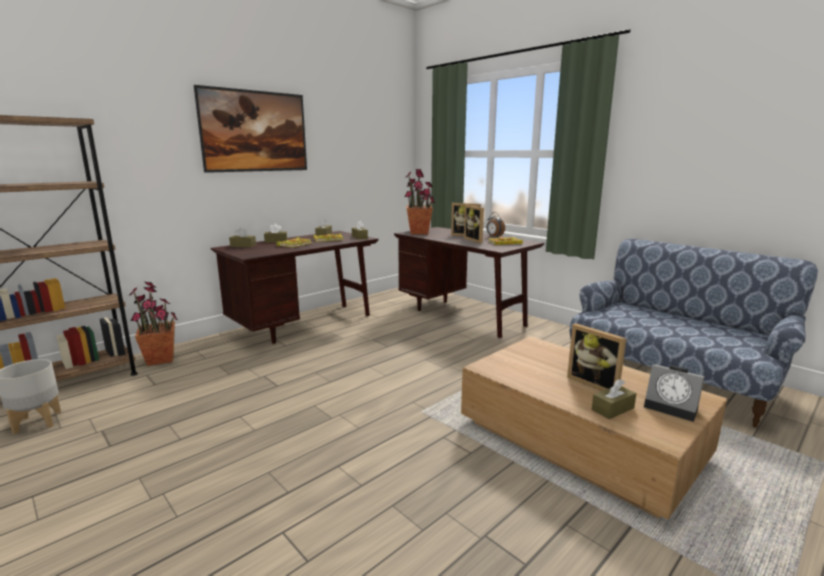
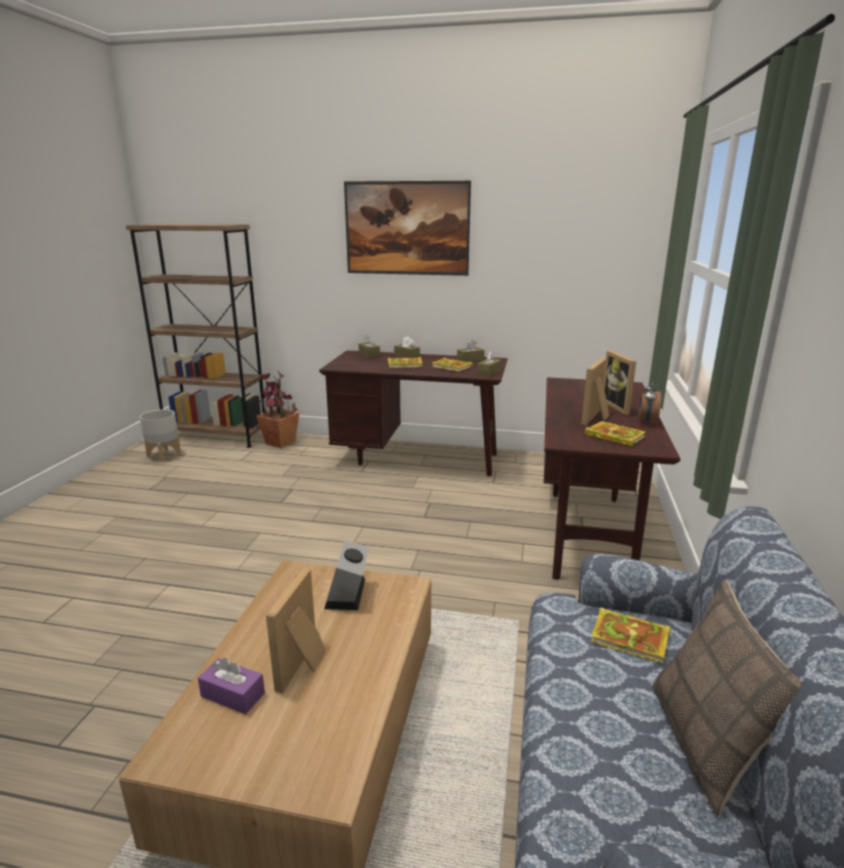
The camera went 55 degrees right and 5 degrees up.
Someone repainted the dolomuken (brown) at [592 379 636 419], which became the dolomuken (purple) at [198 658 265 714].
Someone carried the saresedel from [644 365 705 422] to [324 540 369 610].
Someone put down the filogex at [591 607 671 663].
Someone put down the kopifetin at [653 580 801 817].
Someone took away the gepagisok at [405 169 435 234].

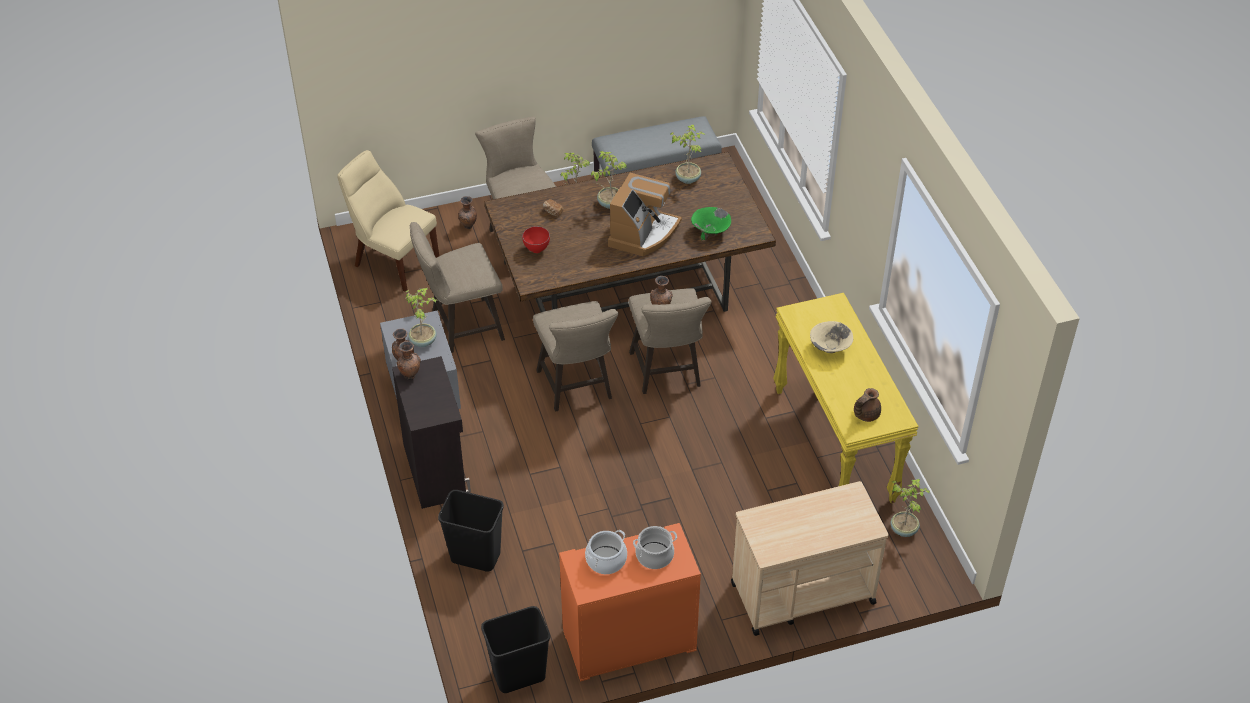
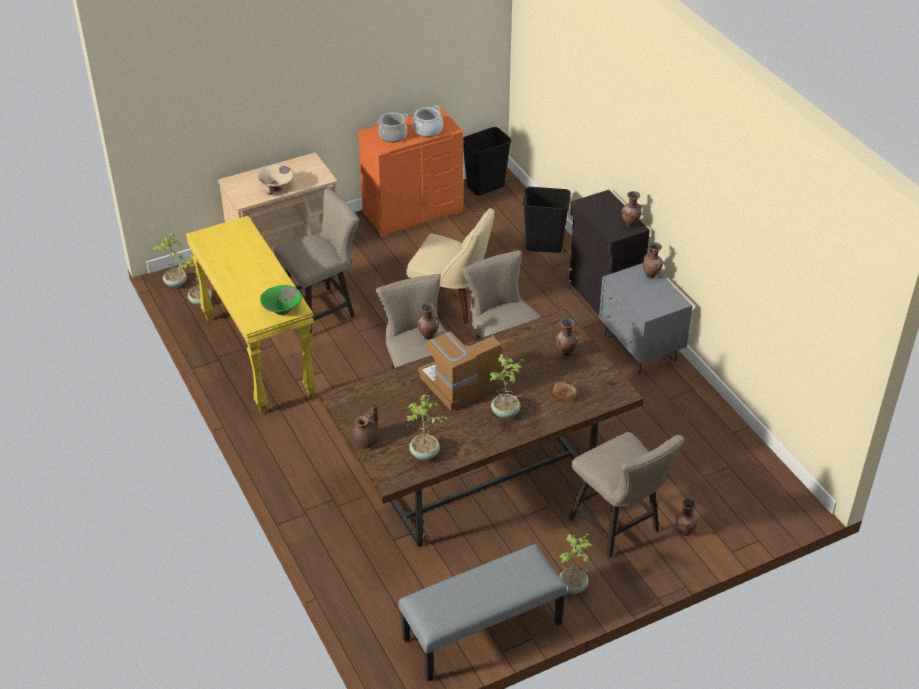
The camera went 170 degrees right and 5 degrees down.
Someone carried the gepagisok from [406 288 438 347] to [153 233 187 288].
Someone carried the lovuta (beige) from [810 321 853 353] to [257 165 294 195].
Someone carried the lovuta (green) from [691 207 731 242] to [260 285 302 315].
Someone carried the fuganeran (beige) from [410 222 505 353] to [274 188 359 334].
Someone carried the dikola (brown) from [854 388 881 422] to [351 402 378 448].
Someone carried the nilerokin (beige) from [337 150 439 292] to [407 208 495 324].
Someone rotated the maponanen at [608 173 682 256] by 45 degrees clockwise.
Someone swapped the lovuta (red) at [522 226 550 253] for the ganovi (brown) at [555 318 578 356].

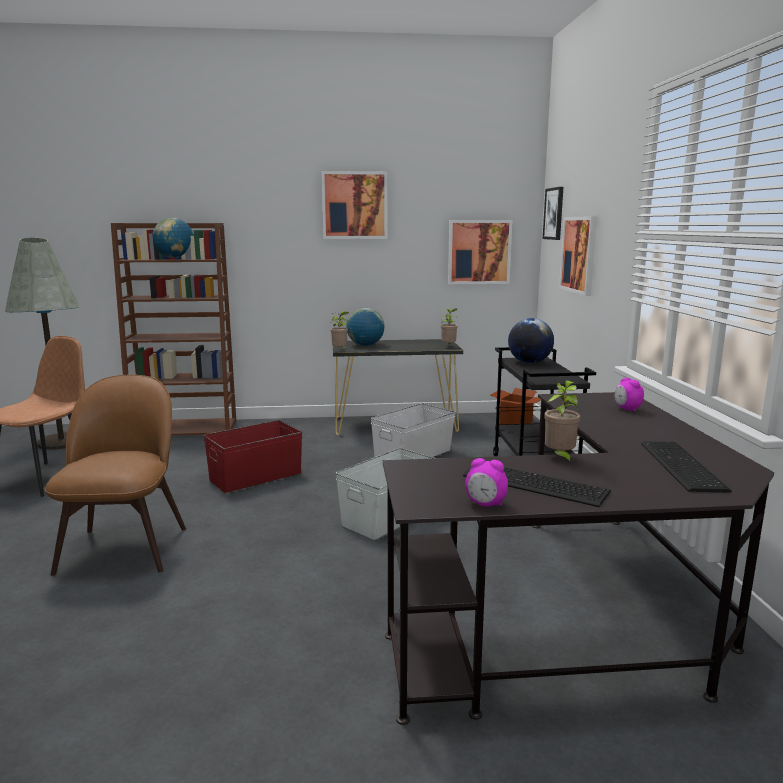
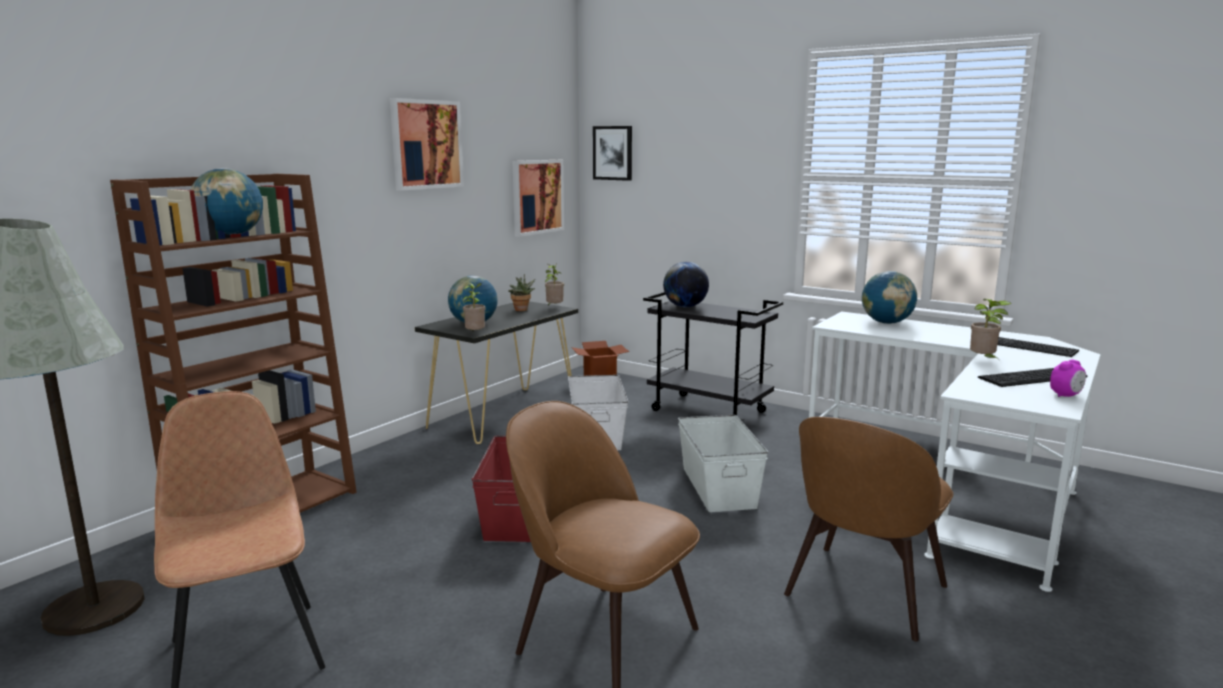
The camera went 50 degrees left and 0 degrees up.
Someone put down the gepagisok at [508 274 535 311].
Someone put down the nilerokin (brown) at [784 417 953 642].
Someone repainted the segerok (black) at [383 392 774 725], which became the segerok (white) at [809 311 1101 592].
Someone swapped the saresedel at [615 378 644 412] for the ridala at [862 271 917 324].
Someone took away the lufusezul at [559 216 597 296].

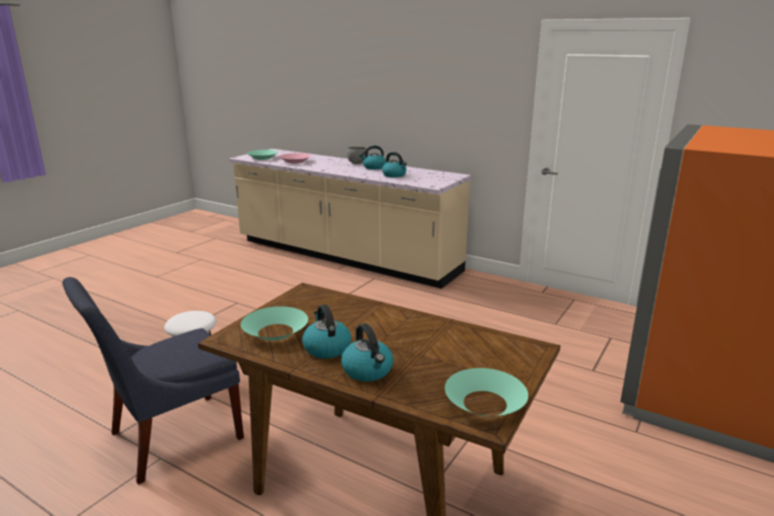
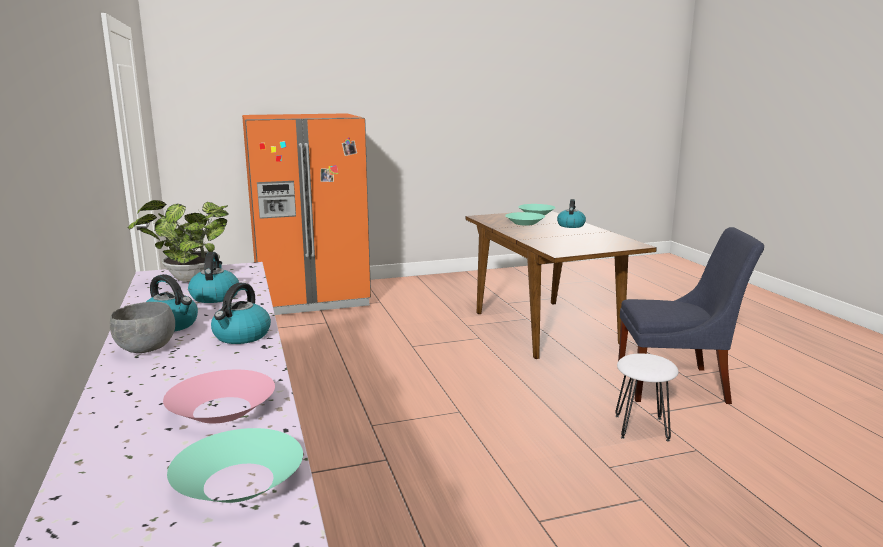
The camera went 140 degrees left and 5 degrees down.
Someone put down the gepagisok at [128 200 229 282].
Someone carried the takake from [302 305 351 359] to [211 283 271 344].
Someone carried the lovuta (turquoise) from [241 306 308 341] to [505 212 545 225].

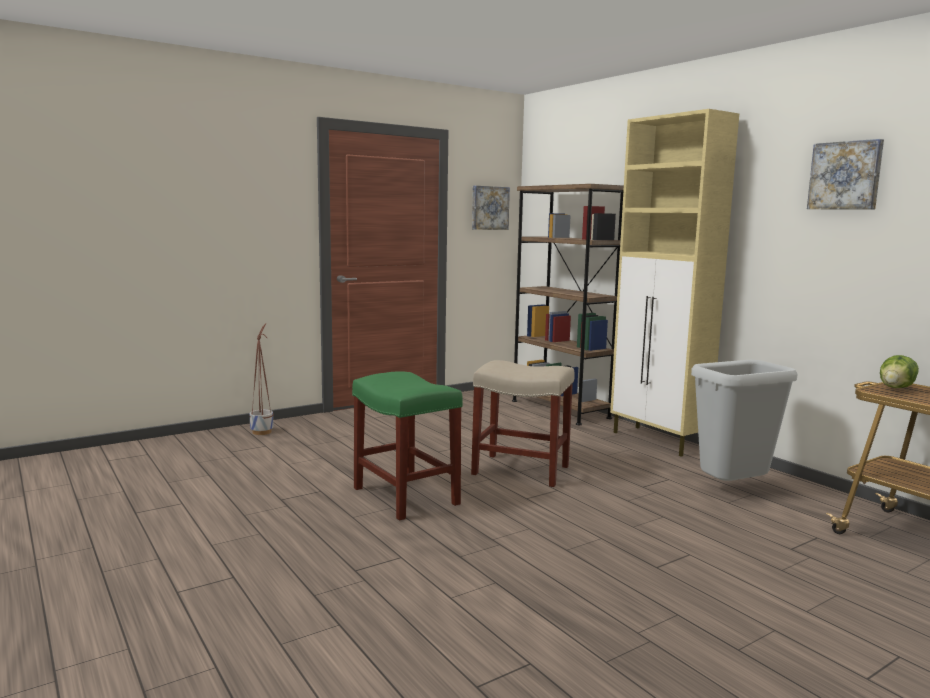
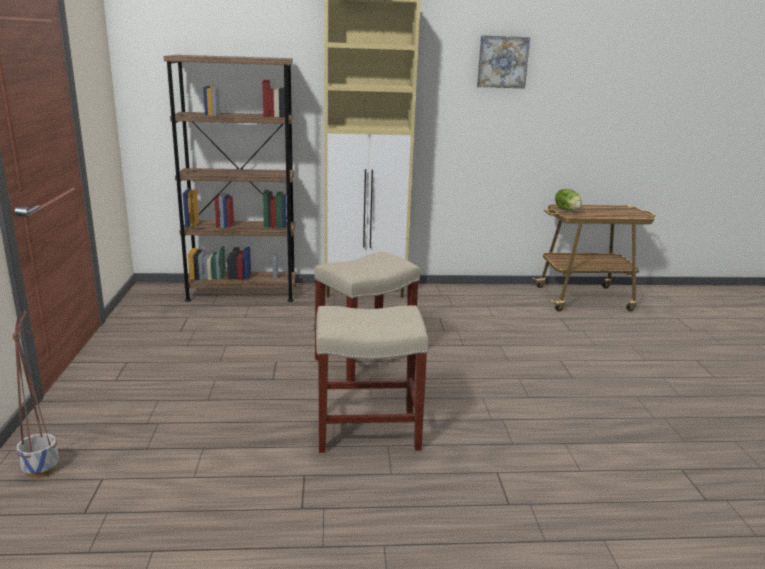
The camera went 60 degrees left and 10 degrees up.
Someone repainted the fuganeran (green) at [352 371 463 521], which became the fuganeran (beige) at [316 305 429 453].
Someone took away the lufusezul at [472 186 510 230].
Someone took away the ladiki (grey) at [691 360 798 481].

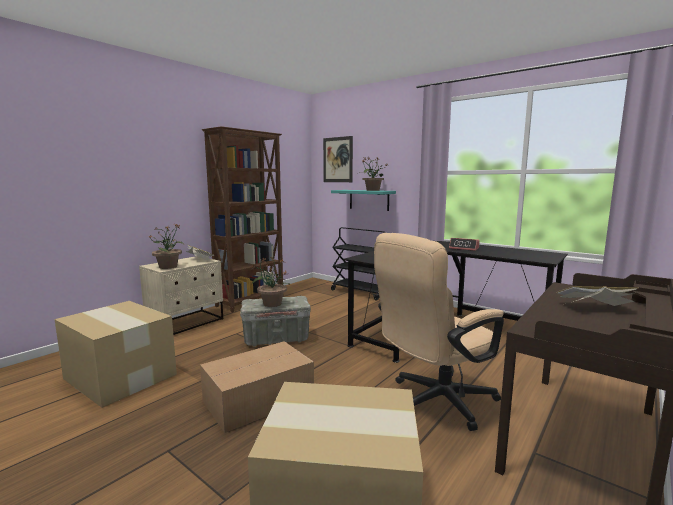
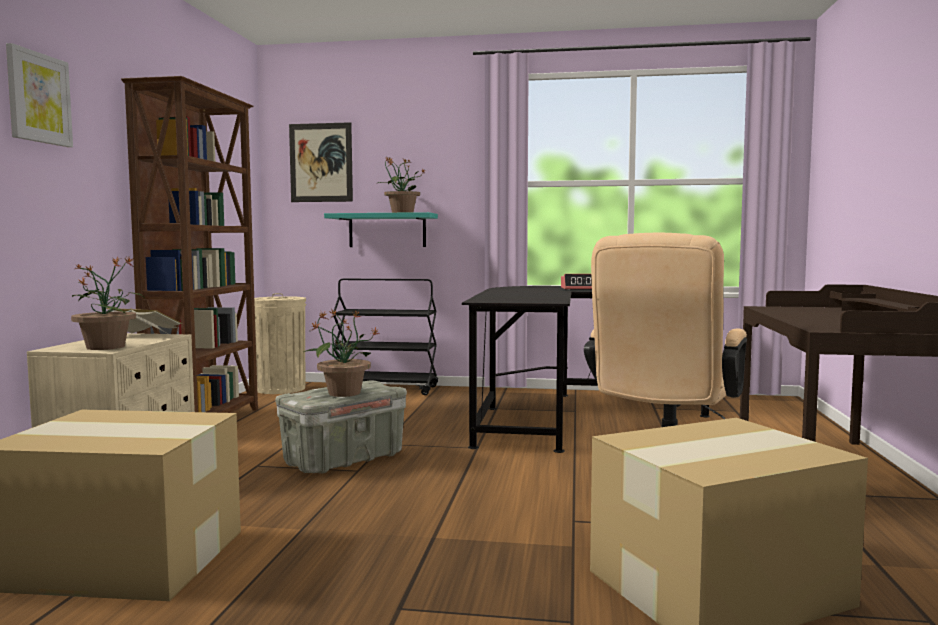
The camera went 30 degrees left and 5 degrees down.
Someone put up the lufusezul at [6 43 73 147].
Someone put down the ladiki (beige) at [254 293 306 394].
Someone took away the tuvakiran at [200 341 314 433].
Someone took away the filogex at [556 286 638 306].

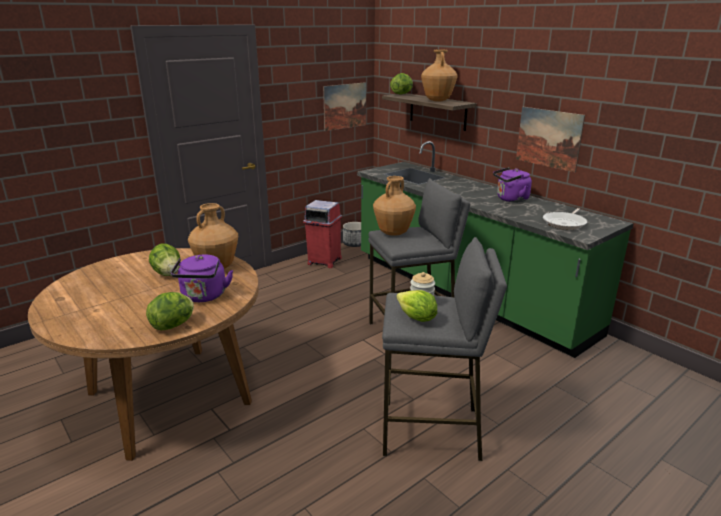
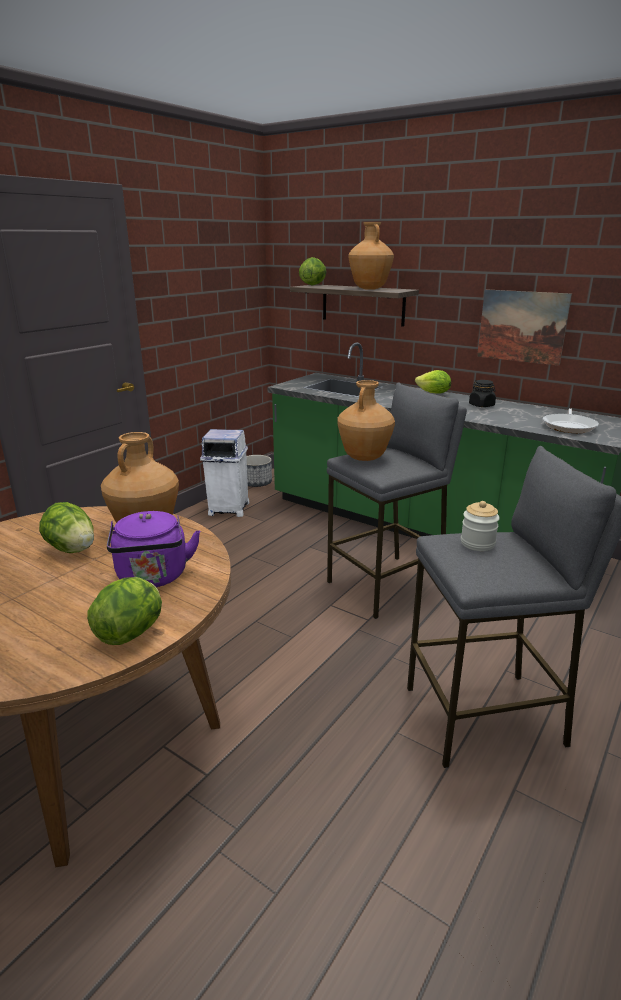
The camera went 15 degrees left and 0 degrees up.
Someone repainted the ladiki (red) at [303 200 342 268], which became the ladiki (white) at [200 429 250 517].
Someone carried the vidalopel from [396 290 437 322] to [415 370 451 394].
Someone swapped the takake (purple) at [493 167 532 202] for the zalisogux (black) at [469 380 496 407].
Someone took away the lufusezul at [323 82 366 131].

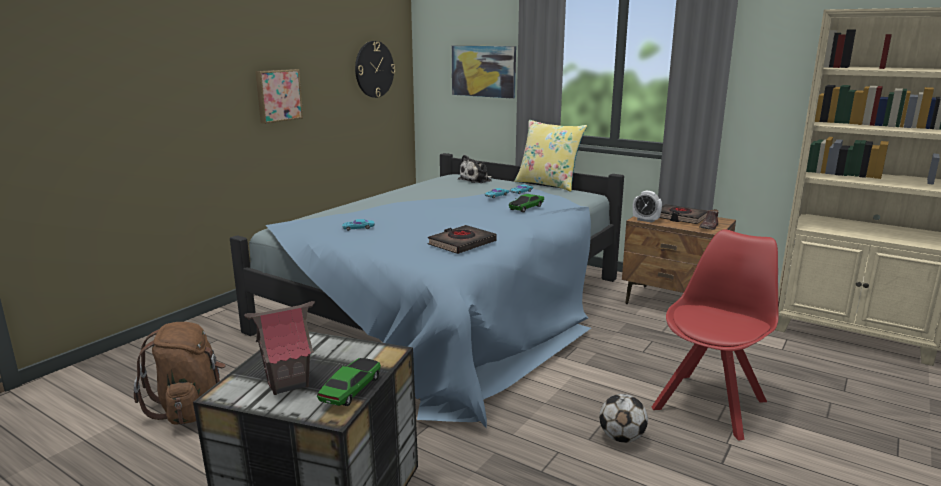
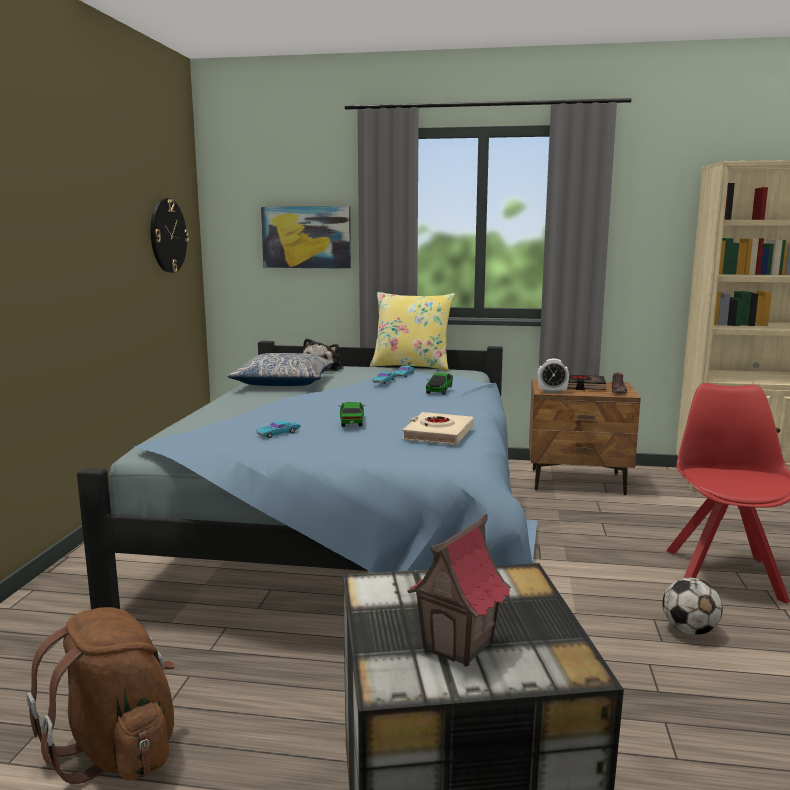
The camera went 25 degrees left and 5 degrees down.
Someone put down the kopifetin at [227 353 334 386].
Someone carried the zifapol from [317 358 381 406] to [338 402 366 427].
Someone repainted the filogex (black) at [428 225 497 254], which became the filogex (beige) at [402 412 474 445].
Someone took away the lufusezul at [255 69 303 124].

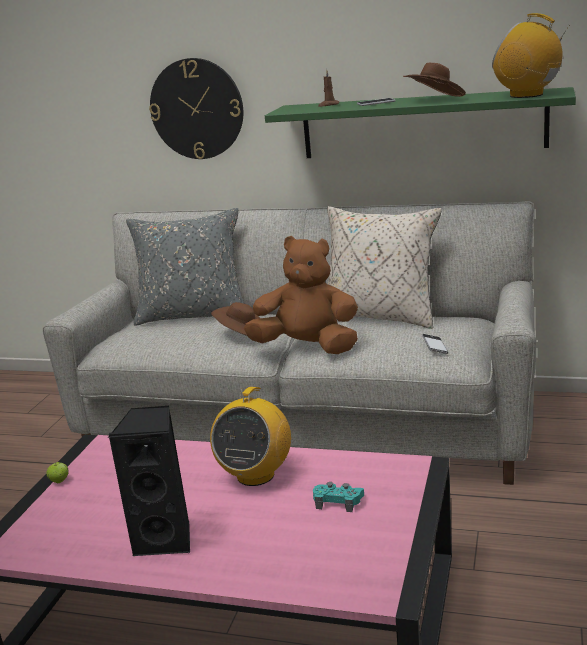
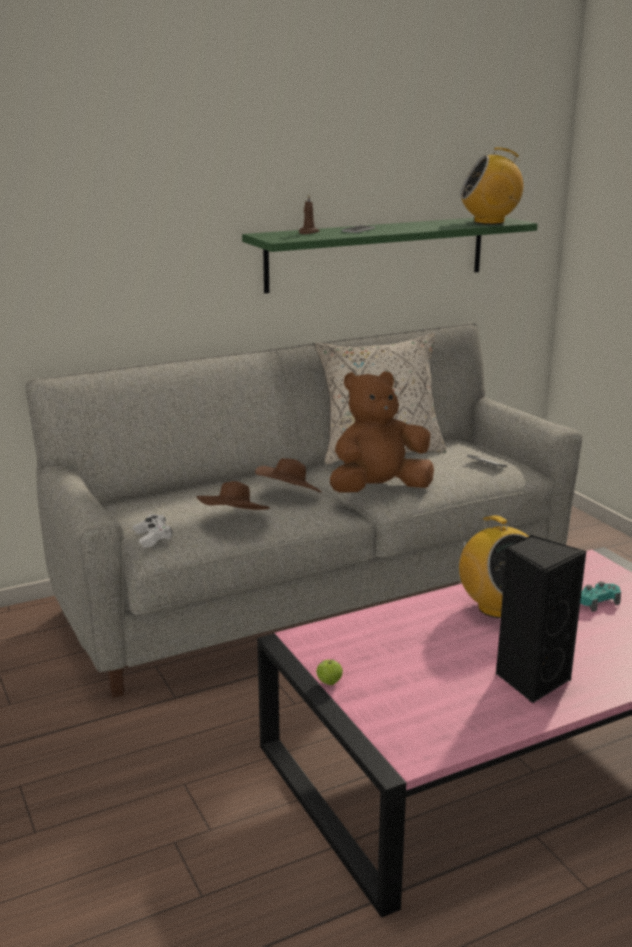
The camera went 45 degrees left and 0 degrees up.
Someone put down the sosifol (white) at [133 514 172 548].
Someone carried the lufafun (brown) from [403 63 466 97] to [197 481 270 510].
Someone took away the kopifetin (grey) at [126 208 244 326].
Someone took away the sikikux at [149 58 243 159].

